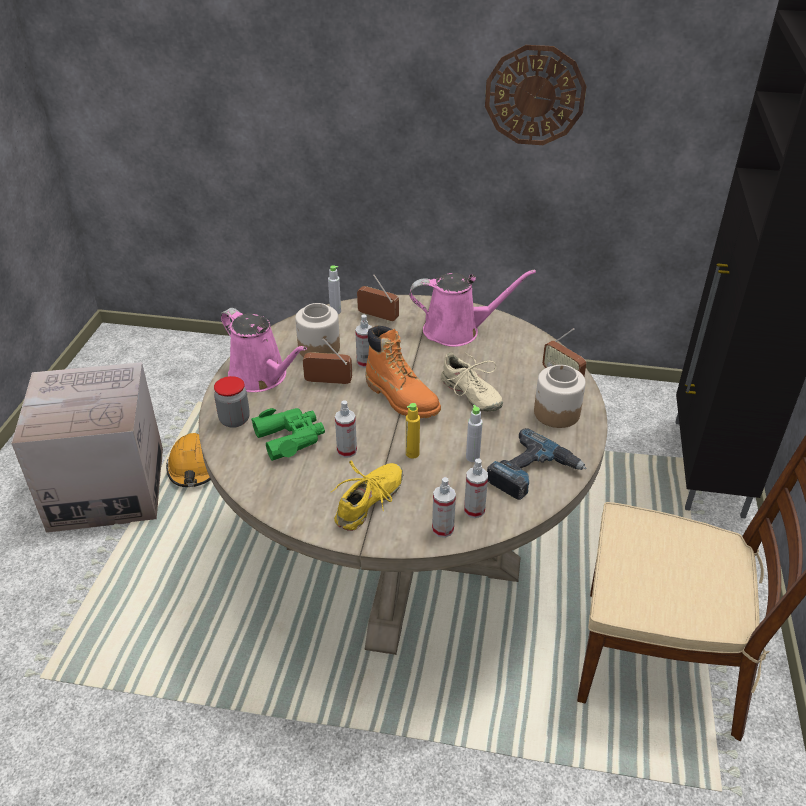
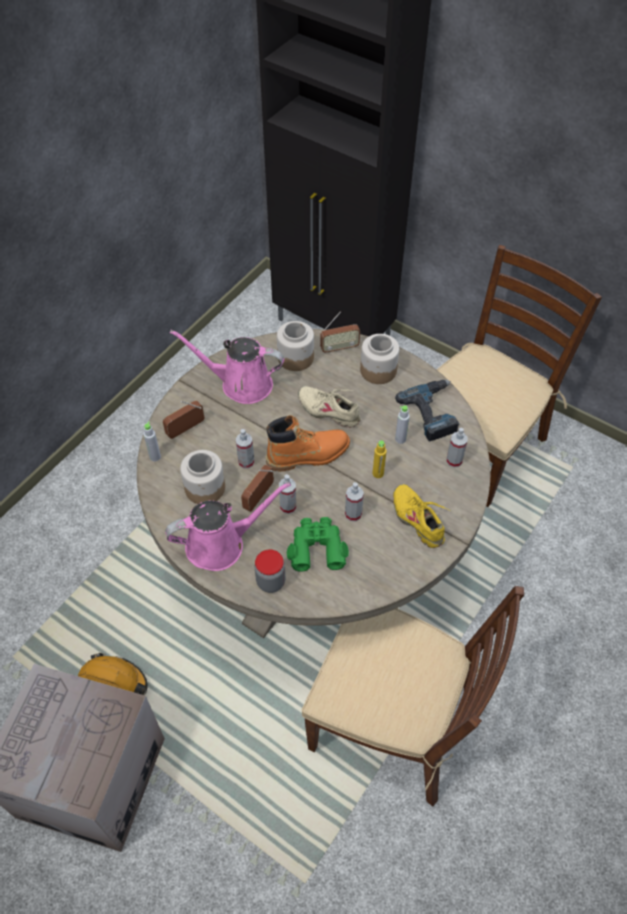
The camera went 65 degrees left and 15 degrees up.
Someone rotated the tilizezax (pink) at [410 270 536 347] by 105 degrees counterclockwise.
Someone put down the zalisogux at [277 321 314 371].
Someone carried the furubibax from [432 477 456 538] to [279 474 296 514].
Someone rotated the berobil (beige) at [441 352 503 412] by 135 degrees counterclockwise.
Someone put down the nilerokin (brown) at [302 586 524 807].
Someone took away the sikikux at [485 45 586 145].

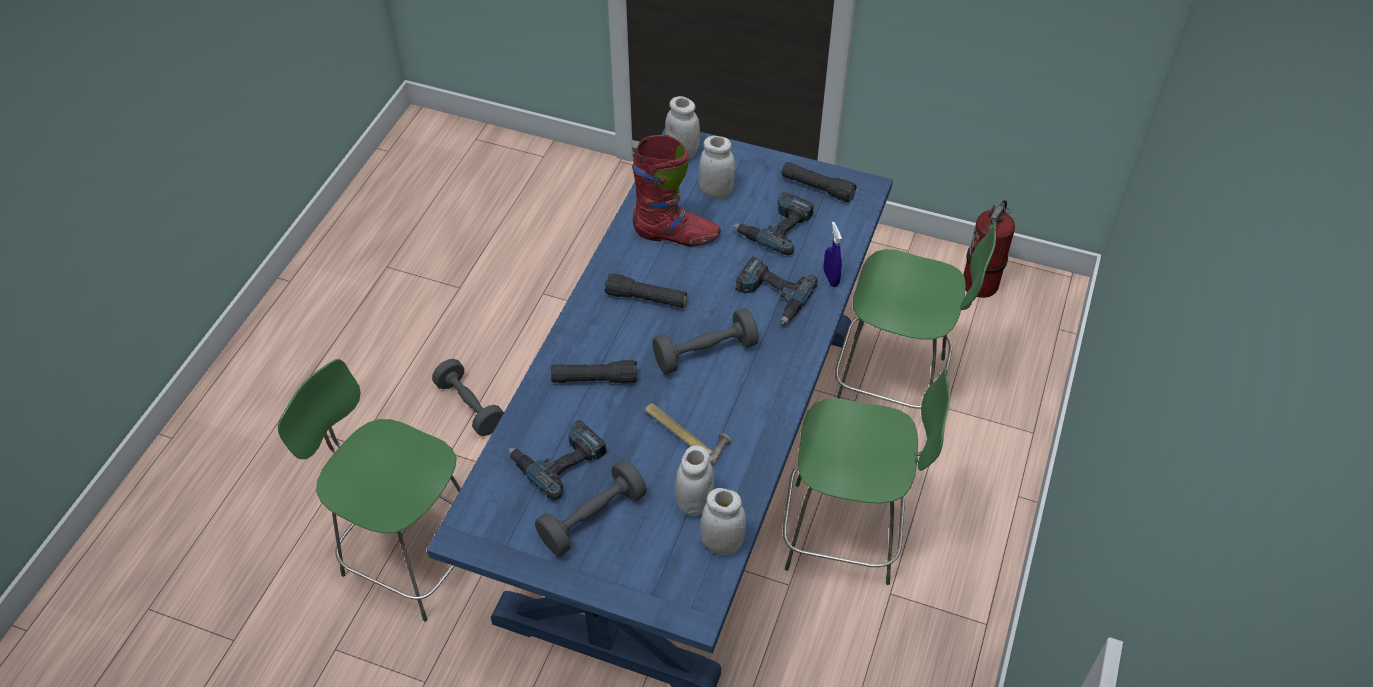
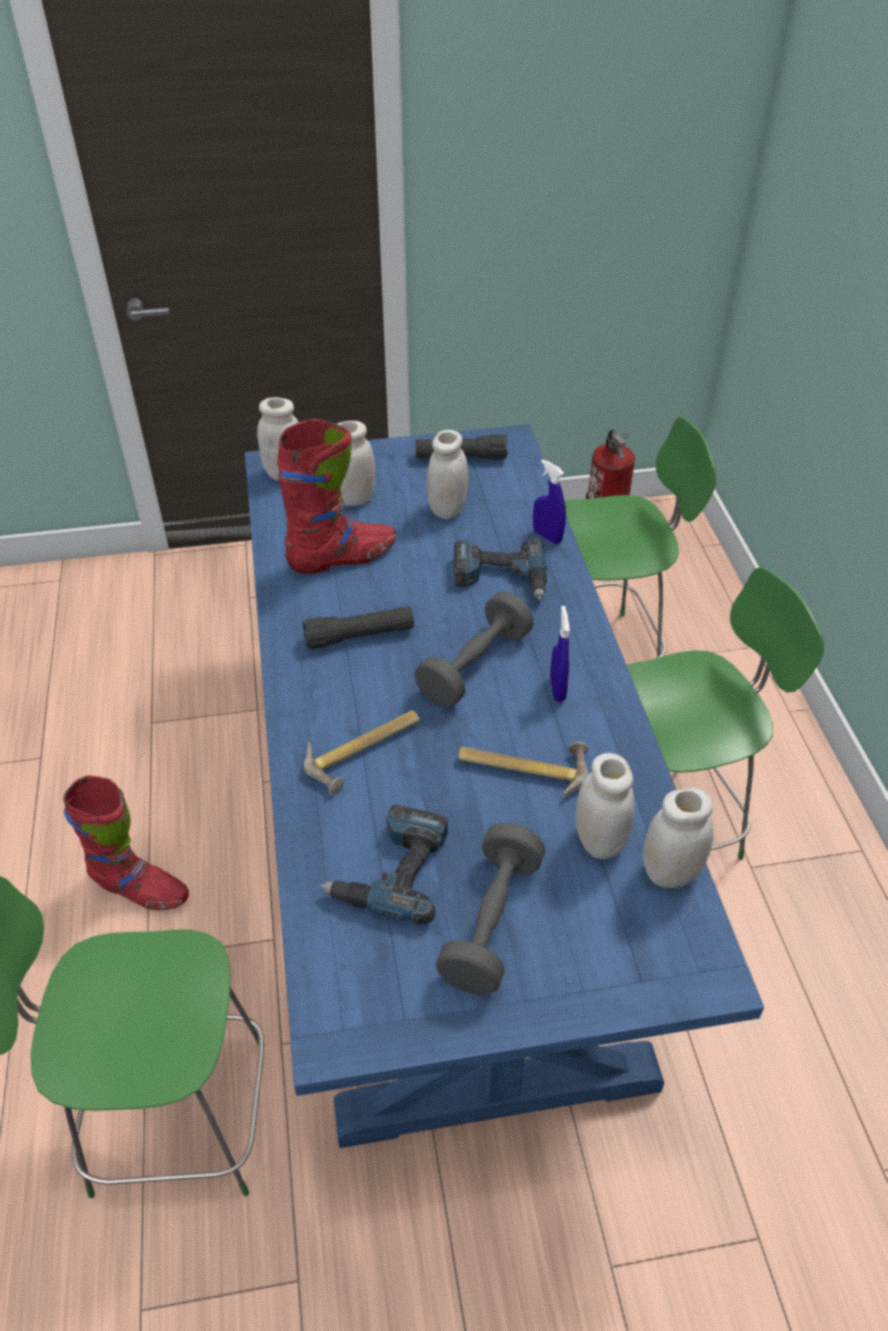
The camera went 30 degrees left and 5 degrees down.
Someone swapped the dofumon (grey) at [432 359 504 436] for the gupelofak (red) at [63 776 189 910].
Someone swapped the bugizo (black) at [551 360 637 384] for the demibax at [304 710 420 795].
Someone swapped the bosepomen at [733 192 814 255] for the zalisogux (white) at [427 430 468 519].
Someone put down the furubibax (blue) at [550 606 570 702].

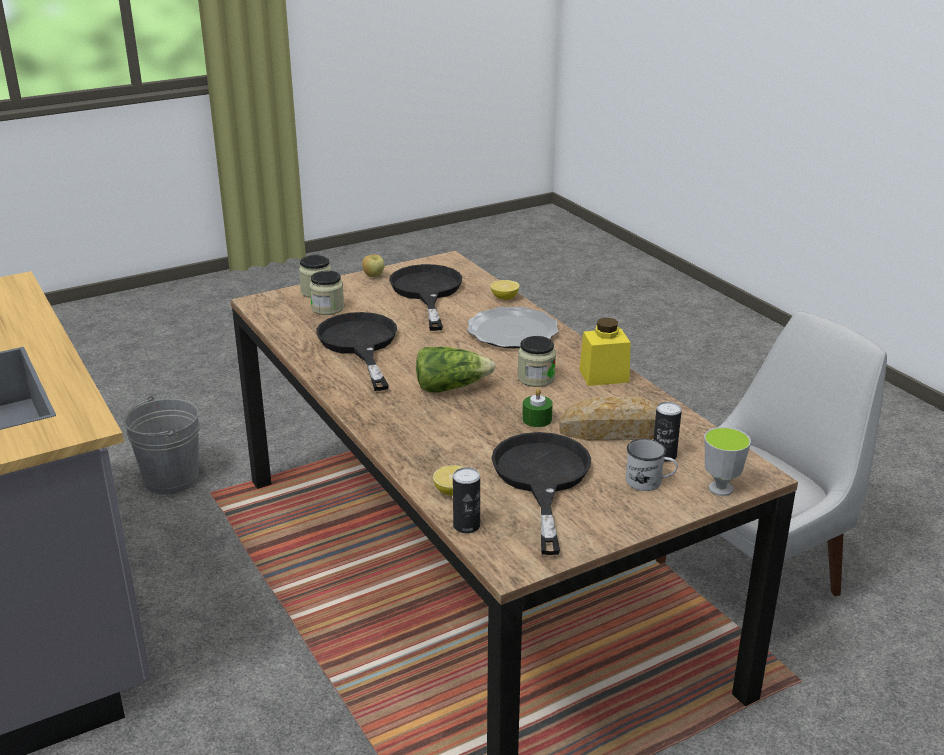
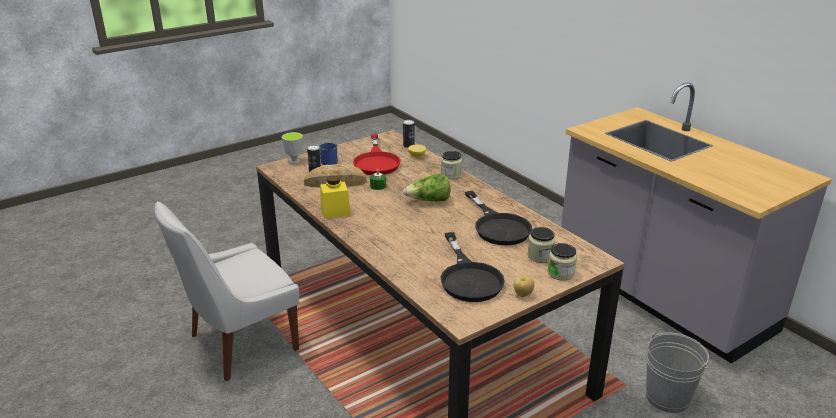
The camera went 175 degrees right and 0 degrees up.
Someone repainted the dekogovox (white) at [626 439 678 491], which became the dekogovox (blue) at [319 143 338 165].
Someone repainted the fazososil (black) at [491 432 591 555], which became the fazososil (red) at [353 134 401 175].
Someone carried the zalisogux from [517 336 556 387] to [441 151 462 179].
Someone took away the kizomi at [467 307 559 349].
Someone took away the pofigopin at [490 280 520 300].

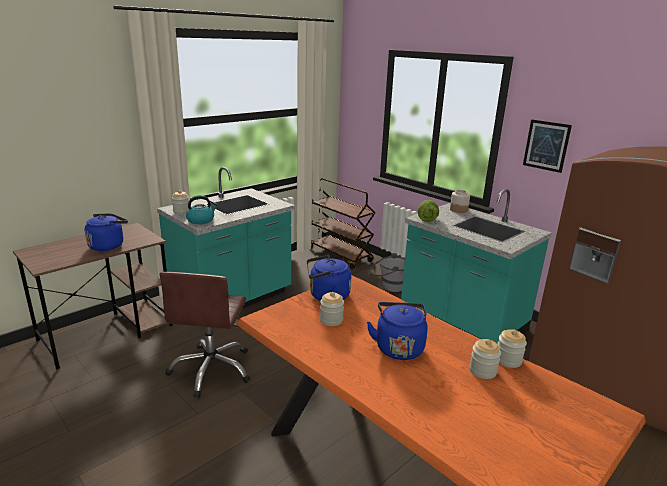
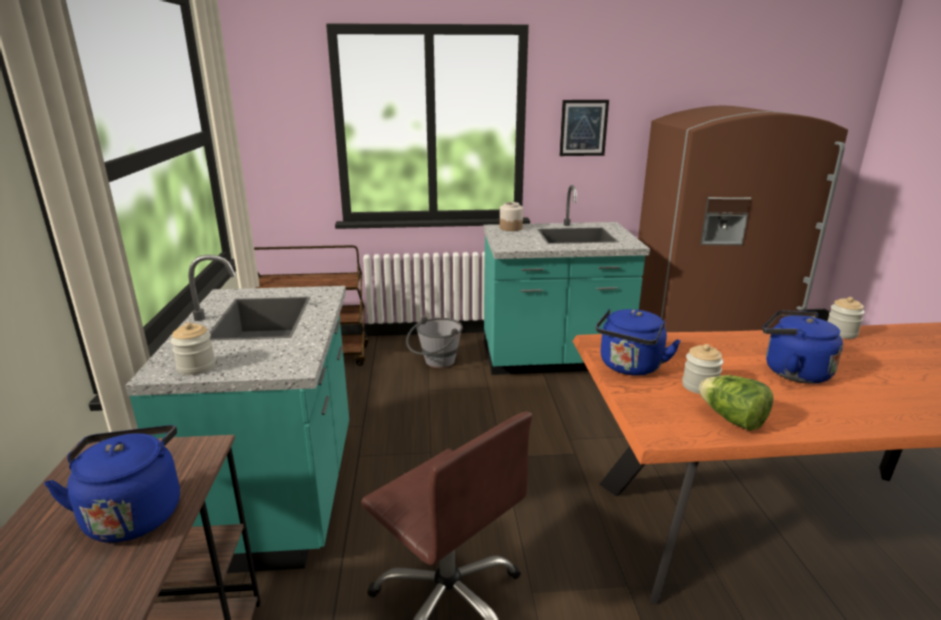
The camera went 50 degrees left and 0 degrees up.
Someone carried the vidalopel from [418 200 439 222] to [699 375 774 431].
Someone took away the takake at [186 195 218 224].
Someone took away the zalisogux at [470 339 501 379].

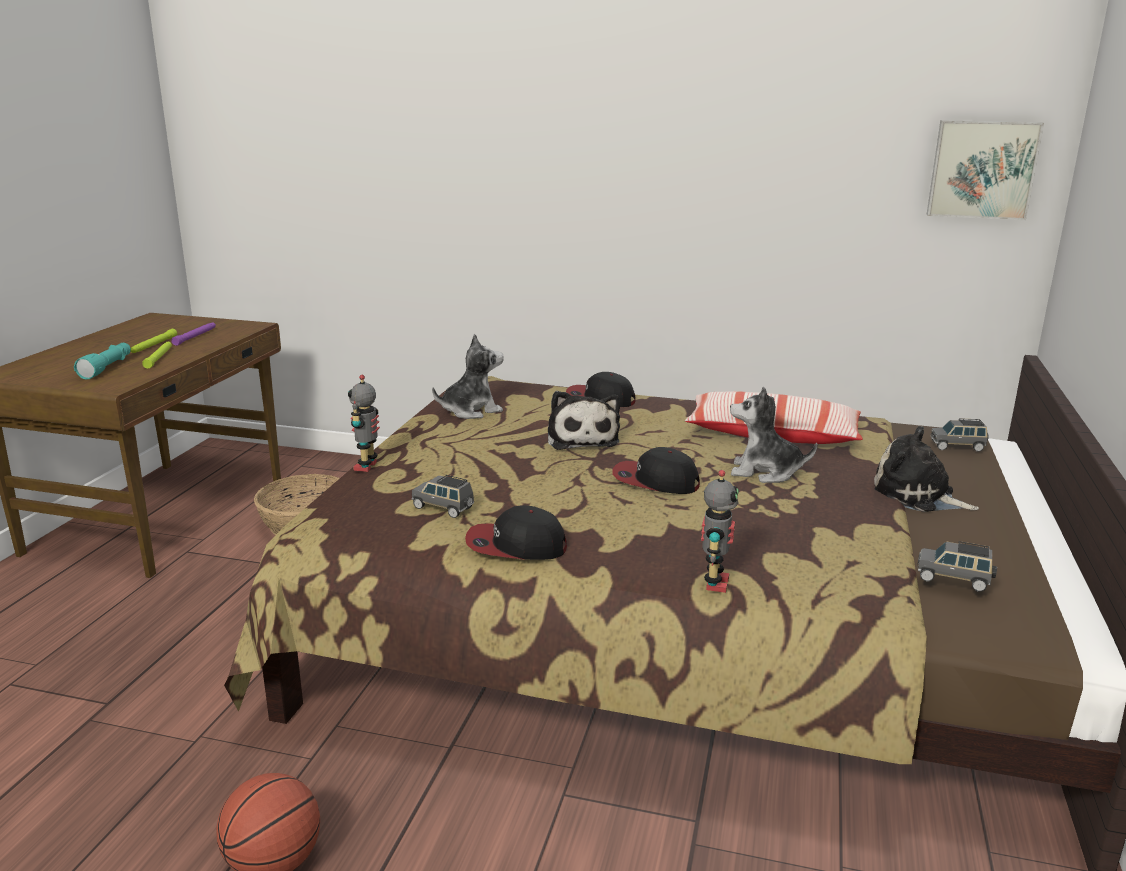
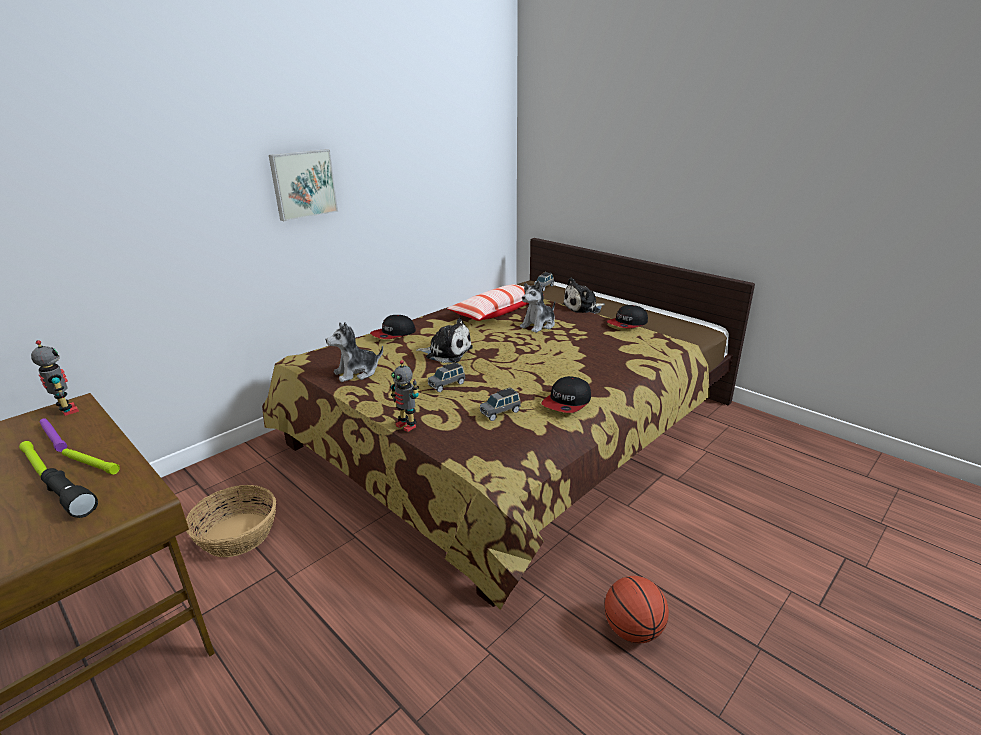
The camera went 60 degrees left and 5 degrees up.
Someone carried the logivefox from [701 470 739 593] to [31 340 79 416].
Someone repainted the bugizo (turquoise) at [74 343 131 379], which became the bugizo (black) at [41 468 98 518].
Someone carried the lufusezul from [927 120 1044 220] to [269 149 338 221].
Someone rotated the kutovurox at [432 334 504 419] by 120 degrees counterclockwise.
Someone carried the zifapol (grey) from [917 541 997 592] to [428 362 465 392].
Someone carried the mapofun from [612 447 700 494] to [607 305 648 329].

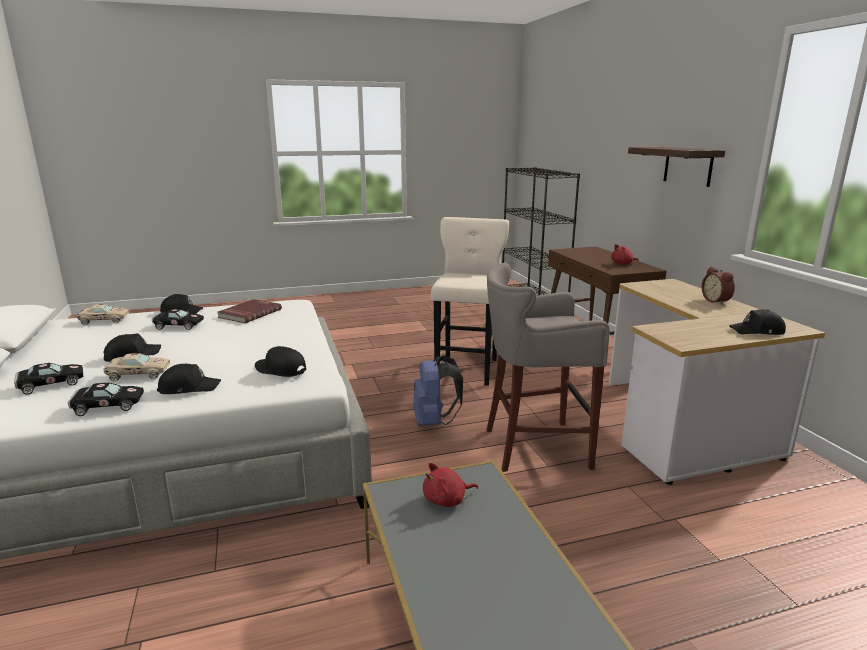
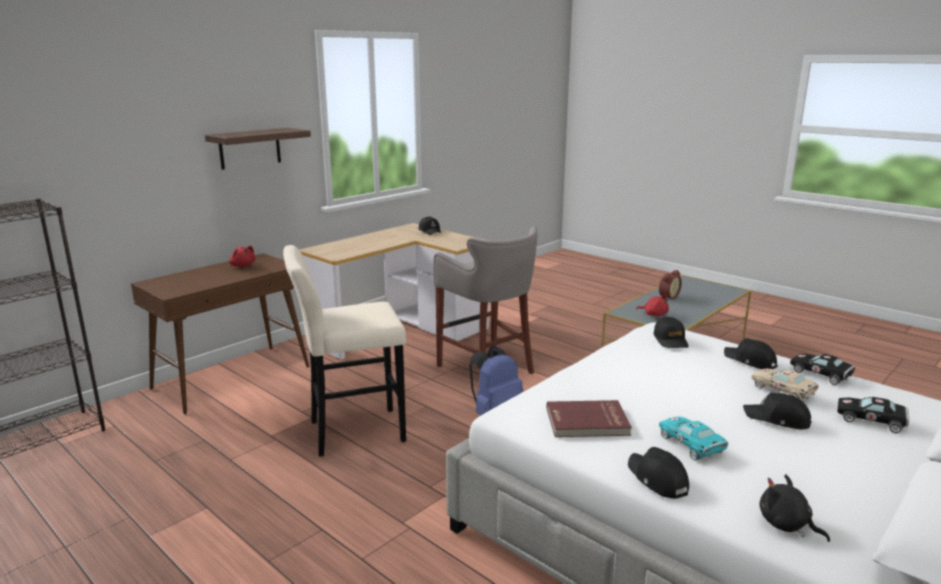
The camera went 120 degrees left and 0 degrees up.
Someone carried the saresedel from [702 267 735 305] to [659 270 682 299].
Someone repainted the zifapol (black) at [152 309 204 330], which became the zifapol (turquoise) at [659 416 728 460].
Someone swapped the zifapol (beige) at [76 304 129 325] for the kutovurox (black) at [759 474 830 542].

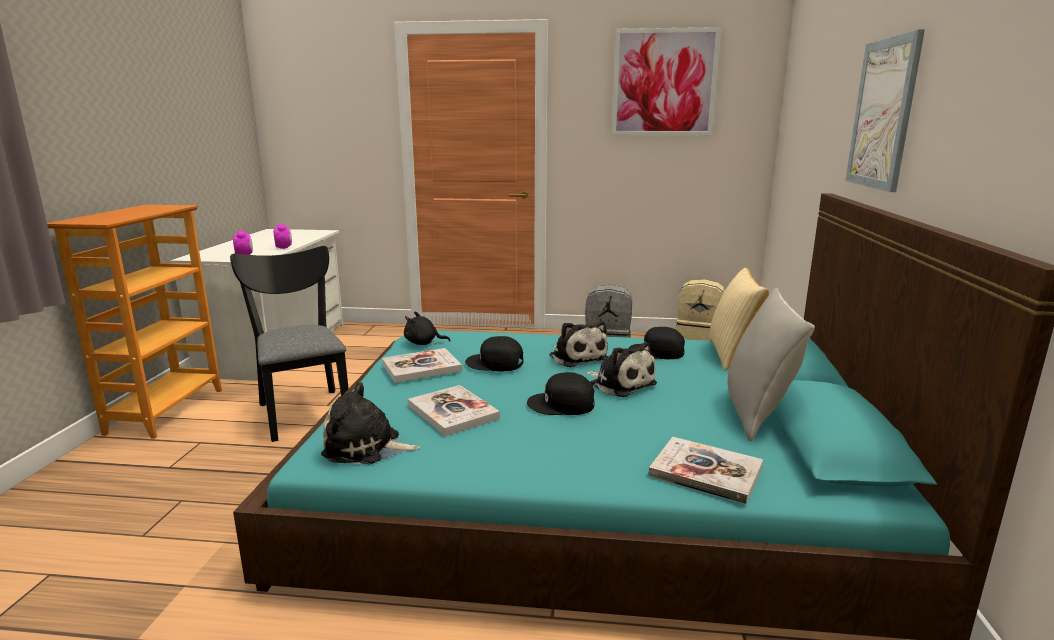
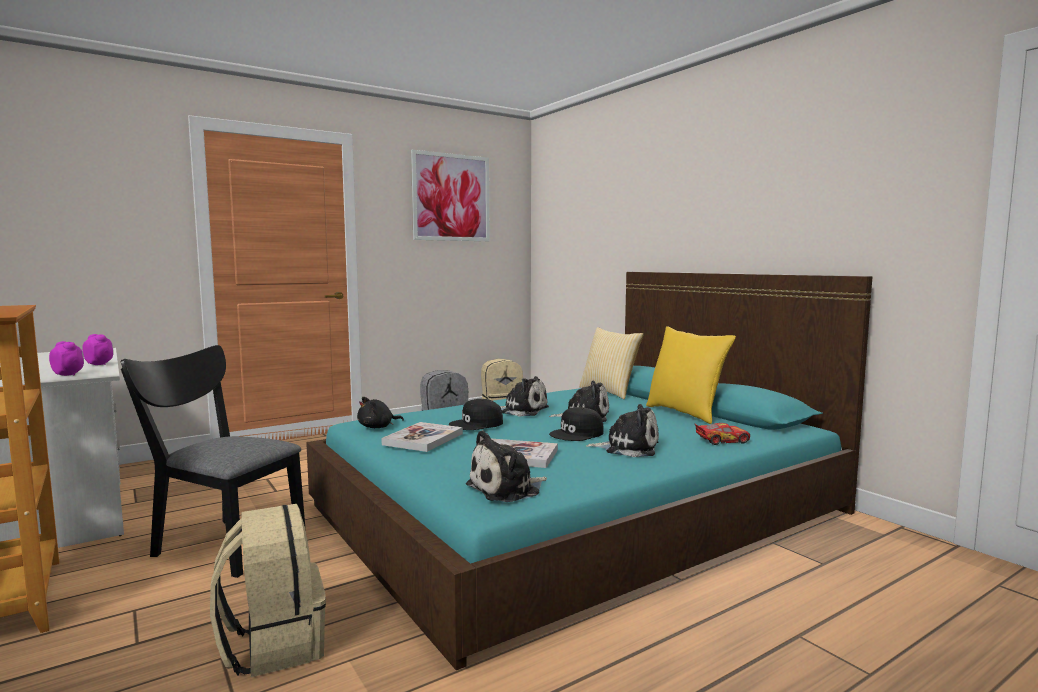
The camera went 40 degrees left and 10 degrees down.
Someone put down the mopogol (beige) at [210 504 326 677].
Someone put down the kutovurox at [586 404 659 457].
Someone repainted the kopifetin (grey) at [727 288 815 442], which became the kopifetin (yellow) at [646 326 736 424].
Someone swapped the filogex at [648 437 763 504] for the zifapol at [695 423 750 445].
Someone took away the mapofun (black) at [629 327 685 359].
Someone took away the lufusezul at [845 29 925 192].

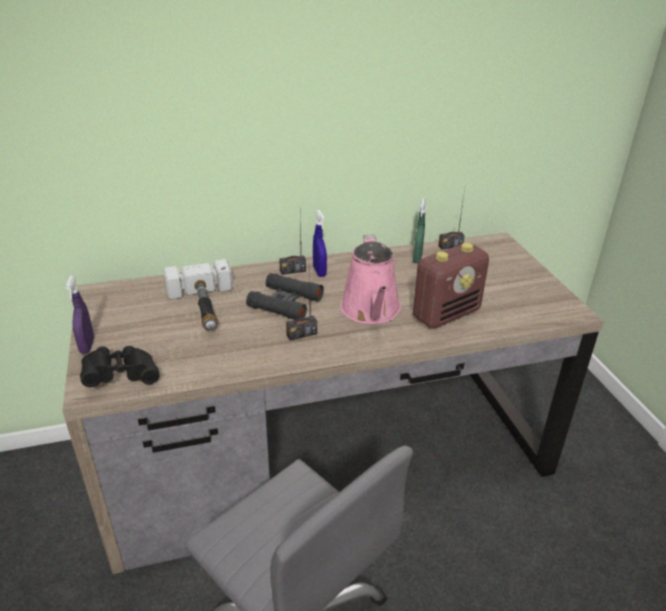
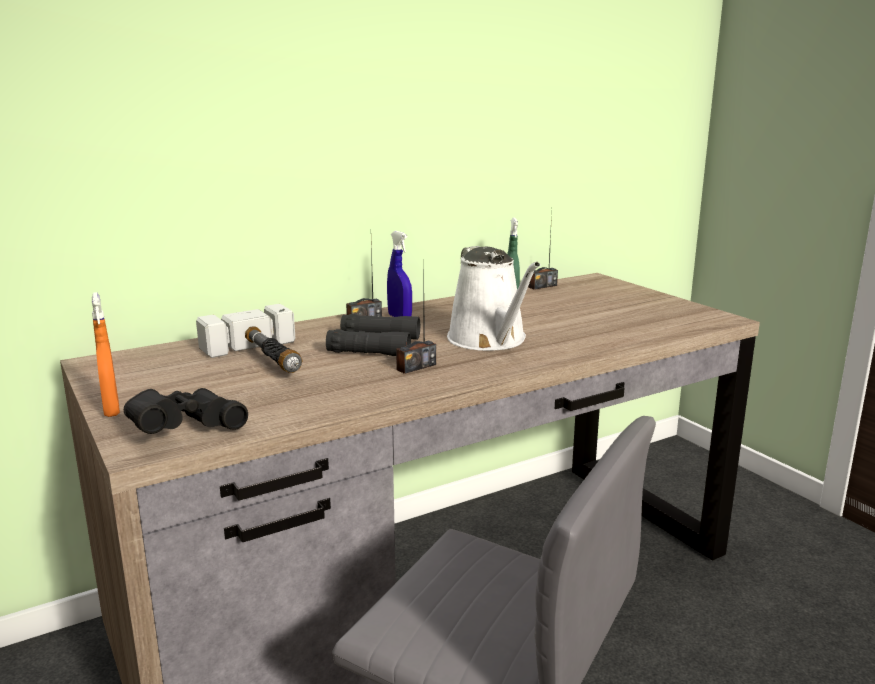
The camera went 15 degrees left and 15 degrees down.
Someone repainted the furubibax (purple) at [66 276 94 354], which became the furubibax (orange) at [92 292 120 417].
Someone repainted the tilizezax (pink) at [340 234 401 324], which became the tilizezax (white) at [447 246 540 351].
Someone took away the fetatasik at [413 243 489 329].

